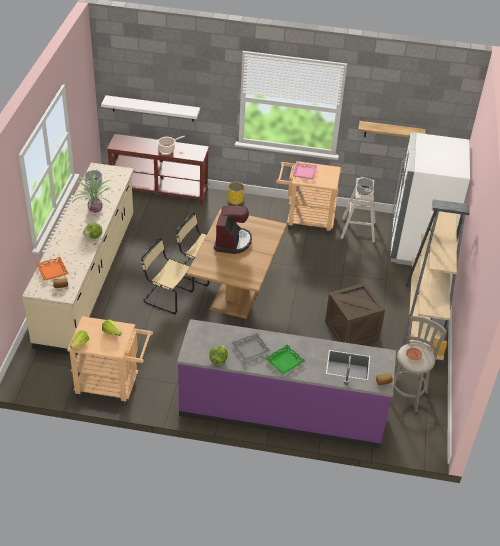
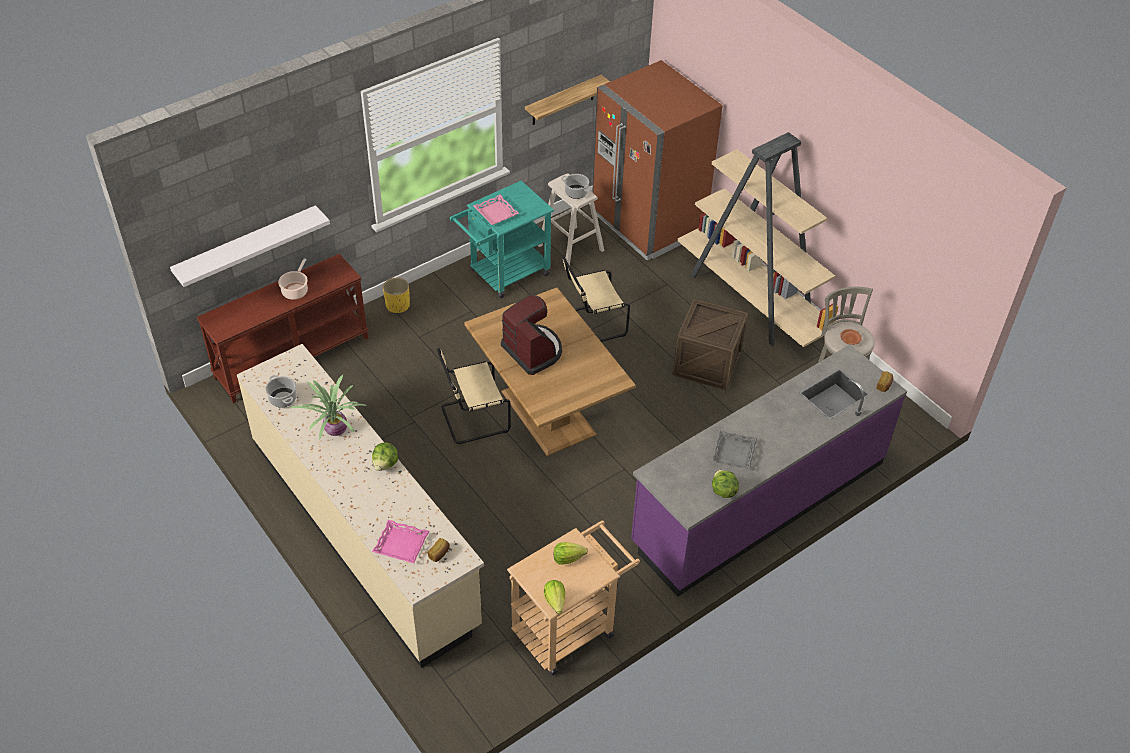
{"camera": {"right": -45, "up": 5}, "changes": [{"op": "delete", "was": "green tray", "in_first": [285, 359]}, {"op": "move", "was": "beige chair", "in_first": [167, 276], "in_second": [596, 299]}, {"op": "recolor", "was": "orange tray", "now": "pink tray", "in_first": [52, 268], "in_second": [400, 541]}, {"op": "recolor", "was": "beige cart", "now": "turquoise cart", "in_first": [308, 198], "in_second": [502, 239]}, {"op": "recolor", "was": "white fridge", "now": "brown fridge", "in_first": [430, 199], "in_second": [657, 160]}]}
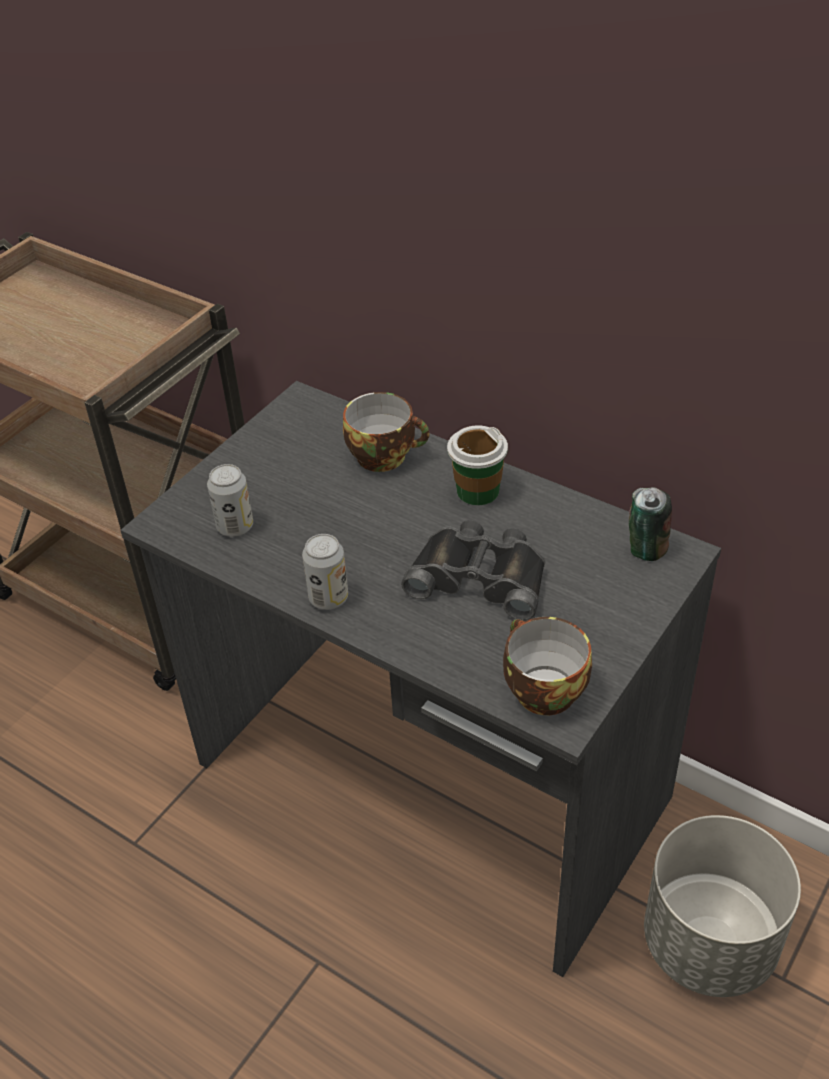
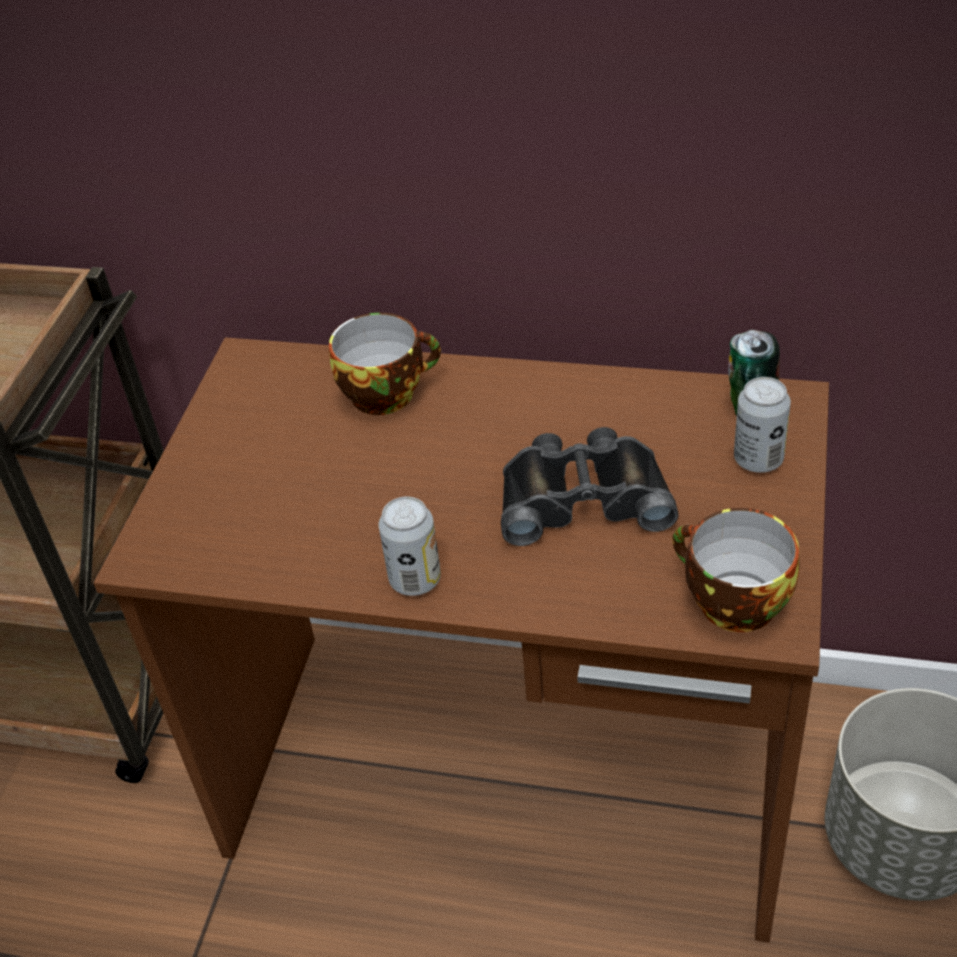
{"camera": {"right": -20, "up": 0}, "changes": [{"op": "delete", "was": "cup", "in_first": [477, 465]}, {"op": "move", "was": "can", "in_first": [230, 500], "in_second": [762, 425]}, {"op": "recolor", "was": "grey desk", "now": "brown desk", "in_first": [420, 679], "in_second": [461, 640]}]}
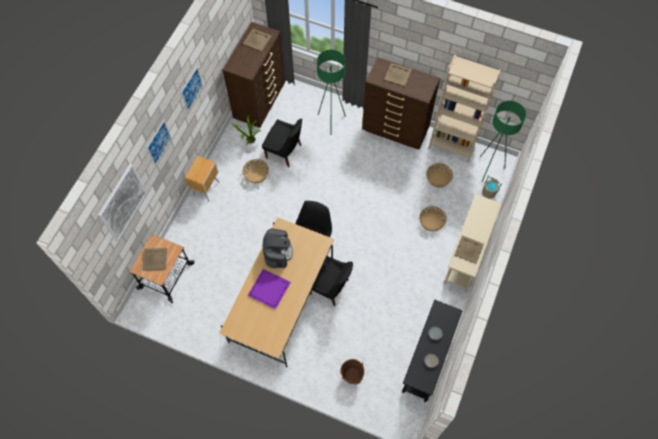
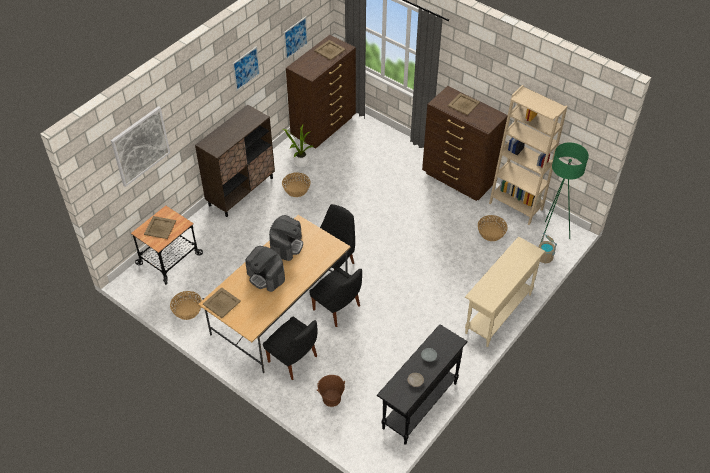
{"camera": {"right": 15, "up": -15}, "changes": [{"op": "delete", "was": "green floor lamp", "in_first": [331, 83]}, {"op": "move", "was": "picture", "in_first": [159, 143], "in_second": [296, 38]}, {"op": "move", "was": "black chair", "in_first": [282, 143], "in_second": [290, 348]}, {"op": "move", "was": "basket", "in_first": [433, 219], "in_second": [186, 305]}, {"op": "move", "was": "beige tray", "in_first": [469, 249], "in_second": [222, 302]}, {"op": "replace", "was": "brown nightstand", "now": "brown cabinet", "in_first": [202, 179], "in_second": [235, 161]}, {"op": "replace", "was": "purple tray", "now": "coffee machine", "in_first": [269, 289], "in_second": [265, 269]}]}
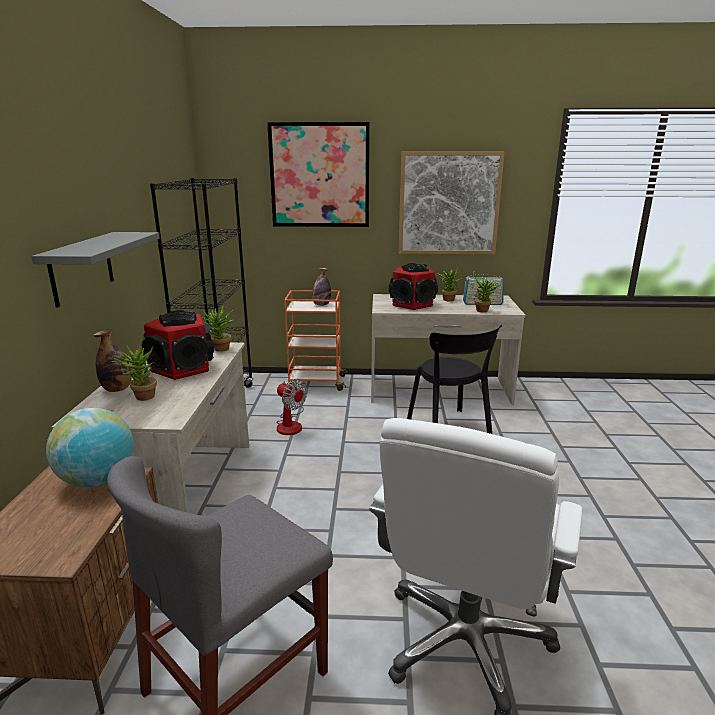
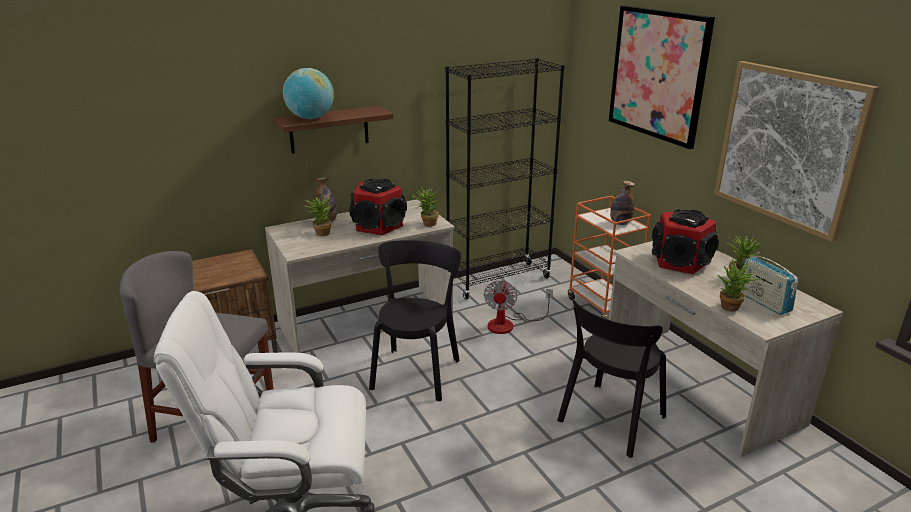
{"camera": {"right": 60, "up": 5}, "changes": [{"op": "insert", "now": "black chair", "in_second": [415, 320]}, {"op": "move", "was": "globe", "in_first": [90, 447], "in_second": [308, 93]}, {"op": "recolor", "was": "grey shelf", "now": "brown shelf", "in_first": [95, 270], "in_second": [333, 130]}]}
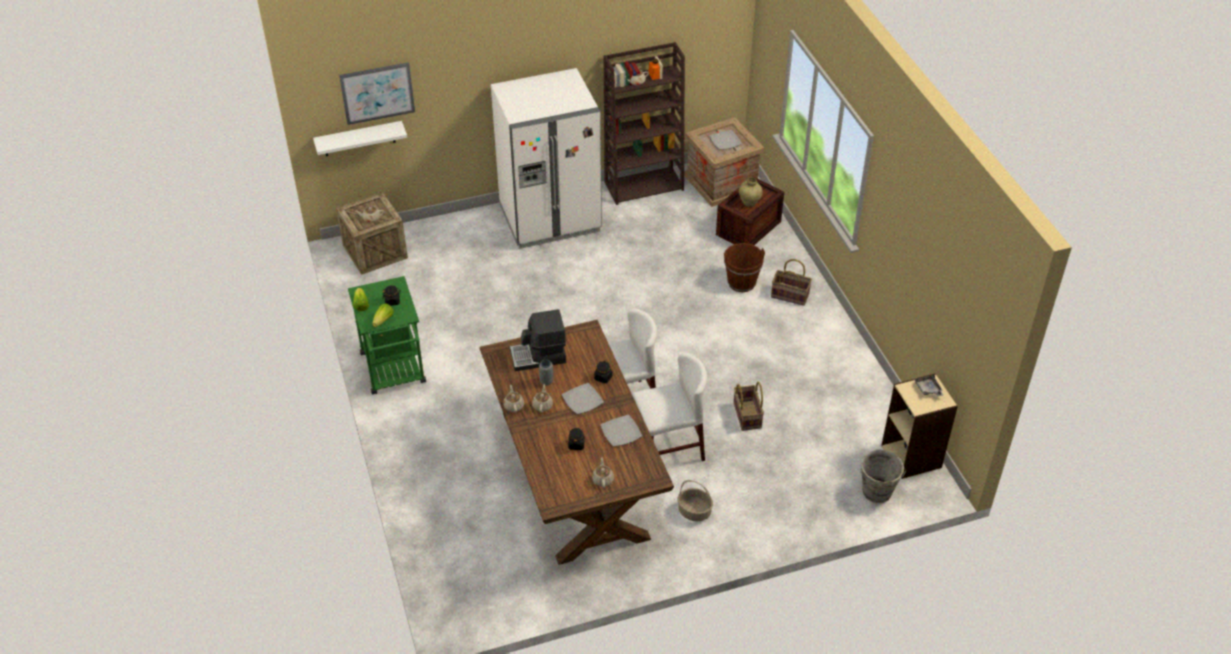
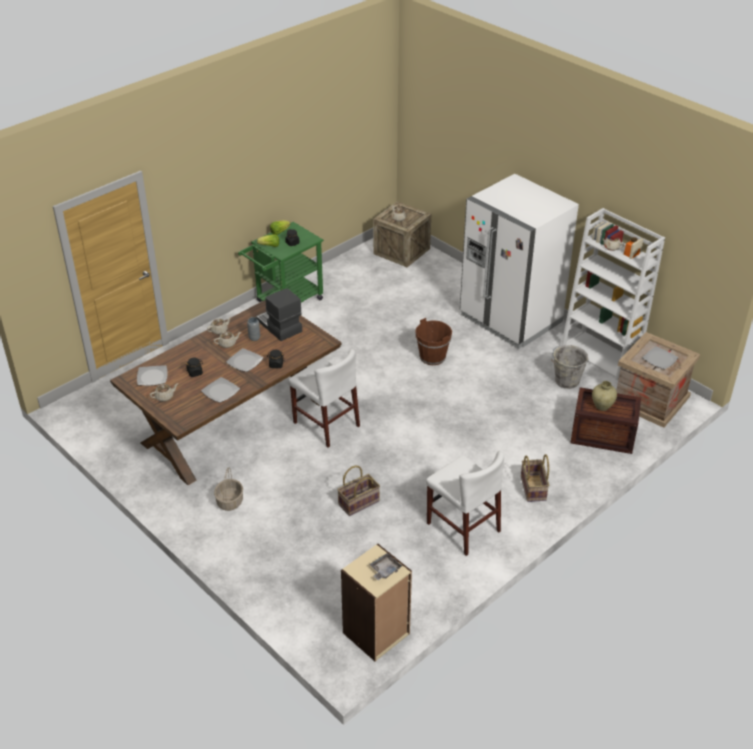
{"camera": {"right": 65, "up": -5}, "changes": [{"op": "delete", "was": "white shelf", "in_first": [360, 138]}, {"op": "delete", "was": "picture", "in_first": [377, 93]}, {"op": "insert", "now": "plate", "in_second": [152, 375]}, {"op": "move", "was": "white chair", "in_first": [669, 407], "in_second": [465, 503]}, {"op": "move", "was": "brown bucket", "in_first": [744, 267], "in_second": [433, 341]}, {"op": "move", "was": "grey bucket", "in_first": [883, 476], "in_second": [569, 367]}, {"op": "recolor", "was": "brown bookcase", "now": "white bookcase", "in_first": [644, 123], "in_second": [613, 294]}]}
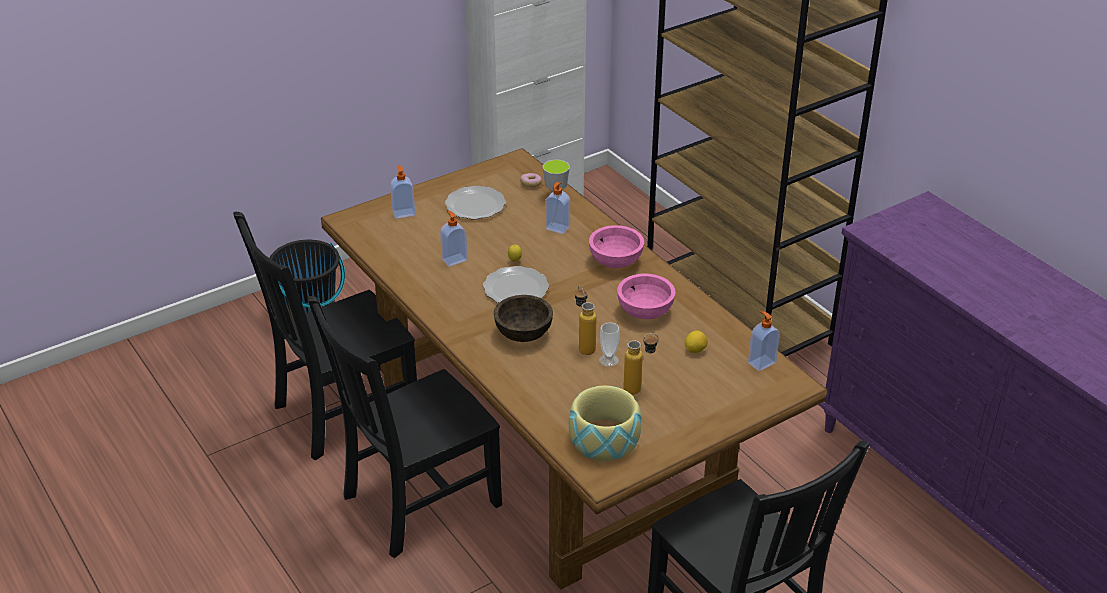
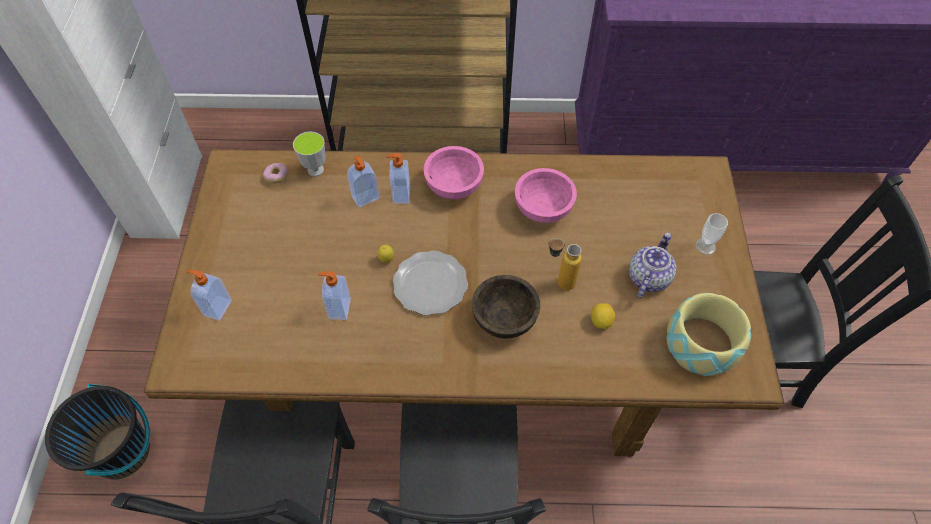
{"camera": {"right": -55, "up": 20}, "changes": [{"op": "delete", "was": "plate", "in_first": [475, 202]}, {"op": "move", "was": "cup", "in_first": [609, 344], "in_second": [711, 234]}, {"op": "move", "was": "lemon", "in_first": [696, 342], "in_second": [603, 316]}, {"op": "move", "was": "soap dispenser", "in_first": [764, 341], "in_second": [398, 178]}, {"op": "replace", "was": "bottle", "now": "teapot", "in_first": [641, 363], "in_second": [652, 265]}]}
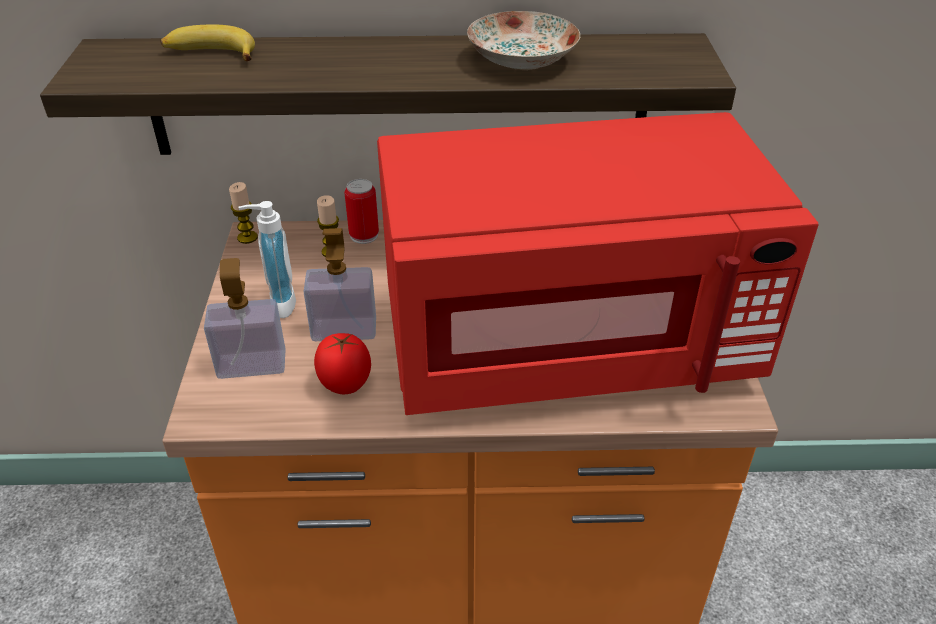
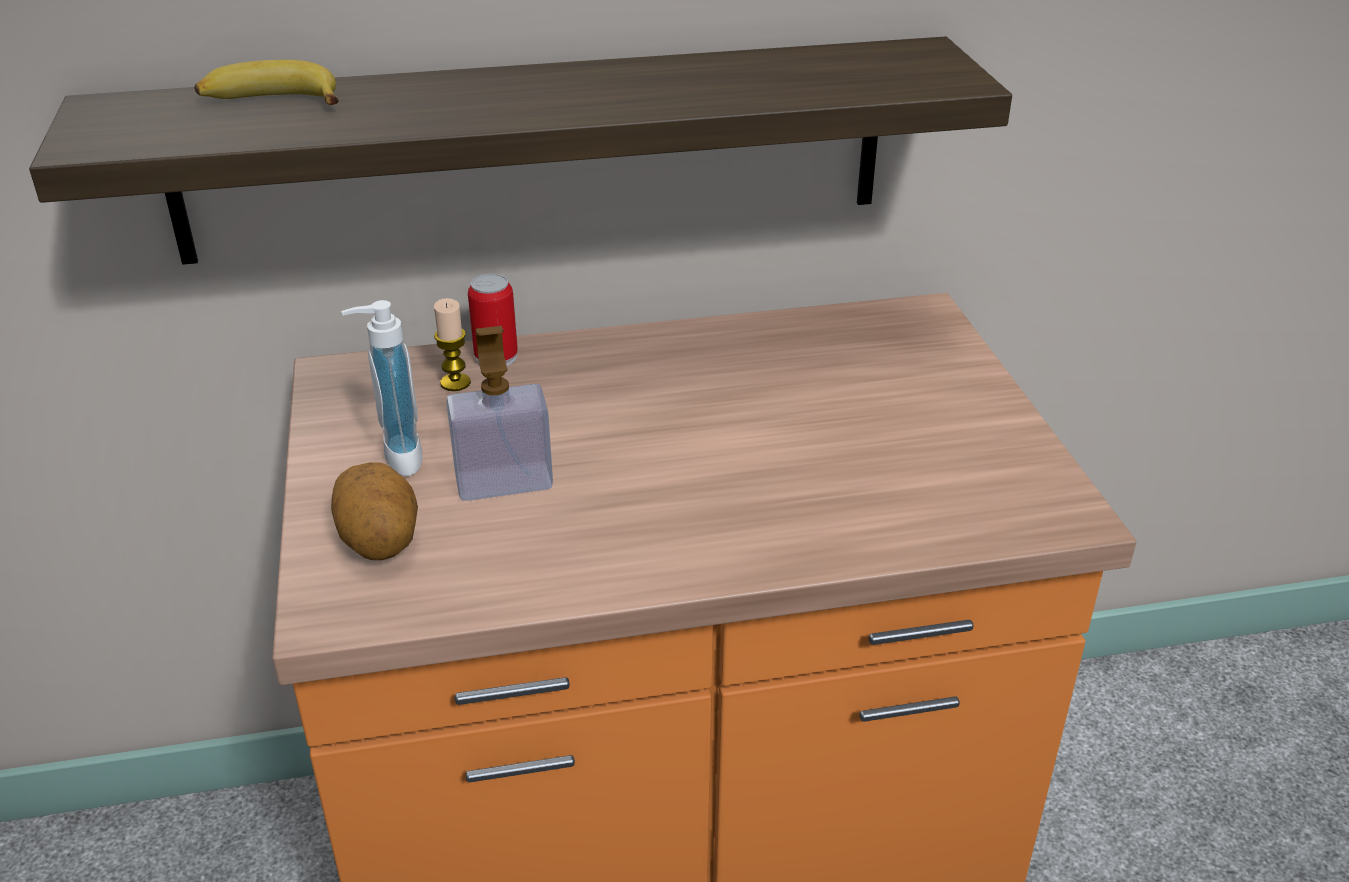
{"camera": {"right": -10, "up": -5}, "changes": [{"op": "delete", "was": "candle", "in_first": [243, 213]}, {"op": "delete", "was": "tomato", "in_first": [342, 363]}, {"op": "delete", "was": "red microwave", "in_first": [598, 263]}, {"op": "delete", "was": "plate", "in_first": [523, 40]}, {"op": "replace", "was": "soap dispenser", "now": "potato", "in_first": [245, 318], "in_second": [374, 511]}]}
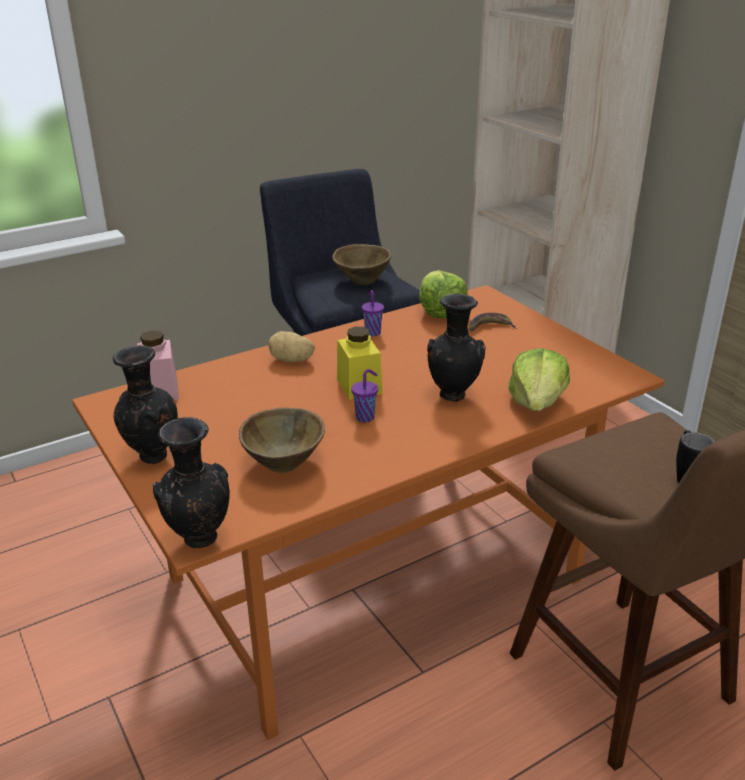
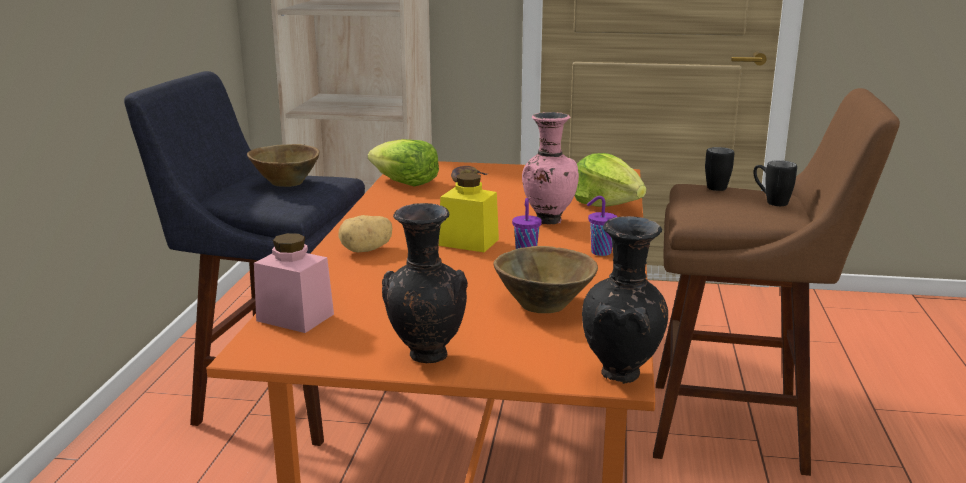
{"camera": {"right": -50, "up": -10}, "changes": [{"op": "insert", "now": "black mug", "in_second": [719, 169]}, {"op": "move", "was": "purple cup", "in_first": [373, 313], "in_second": [602, 226]}, {"op": "recolor", "was": "black vase", "now": "pink vase", "in_first": [456, 348], "in_second": [550, 168]}]}
